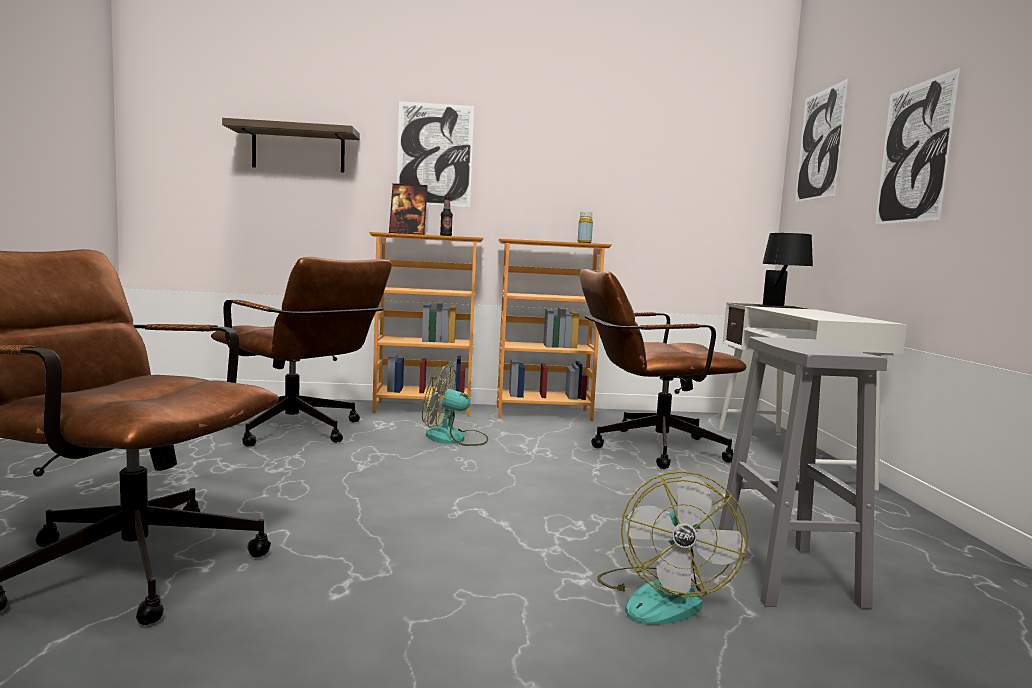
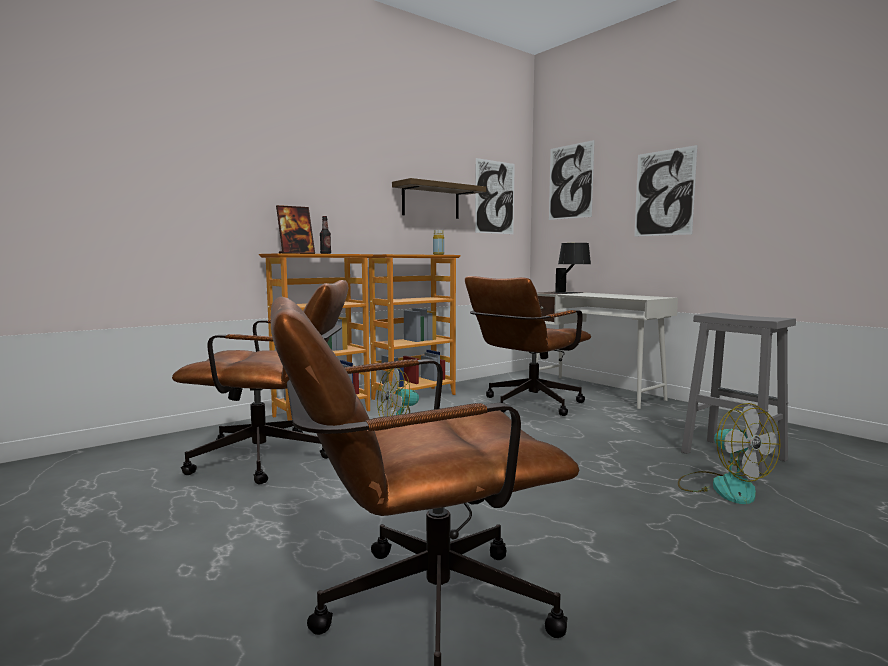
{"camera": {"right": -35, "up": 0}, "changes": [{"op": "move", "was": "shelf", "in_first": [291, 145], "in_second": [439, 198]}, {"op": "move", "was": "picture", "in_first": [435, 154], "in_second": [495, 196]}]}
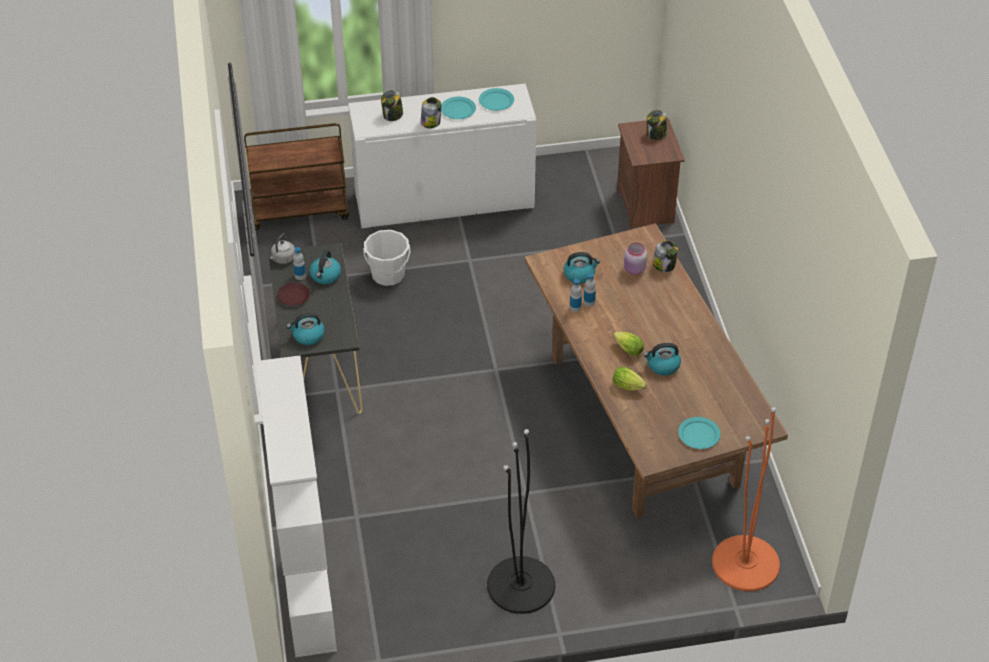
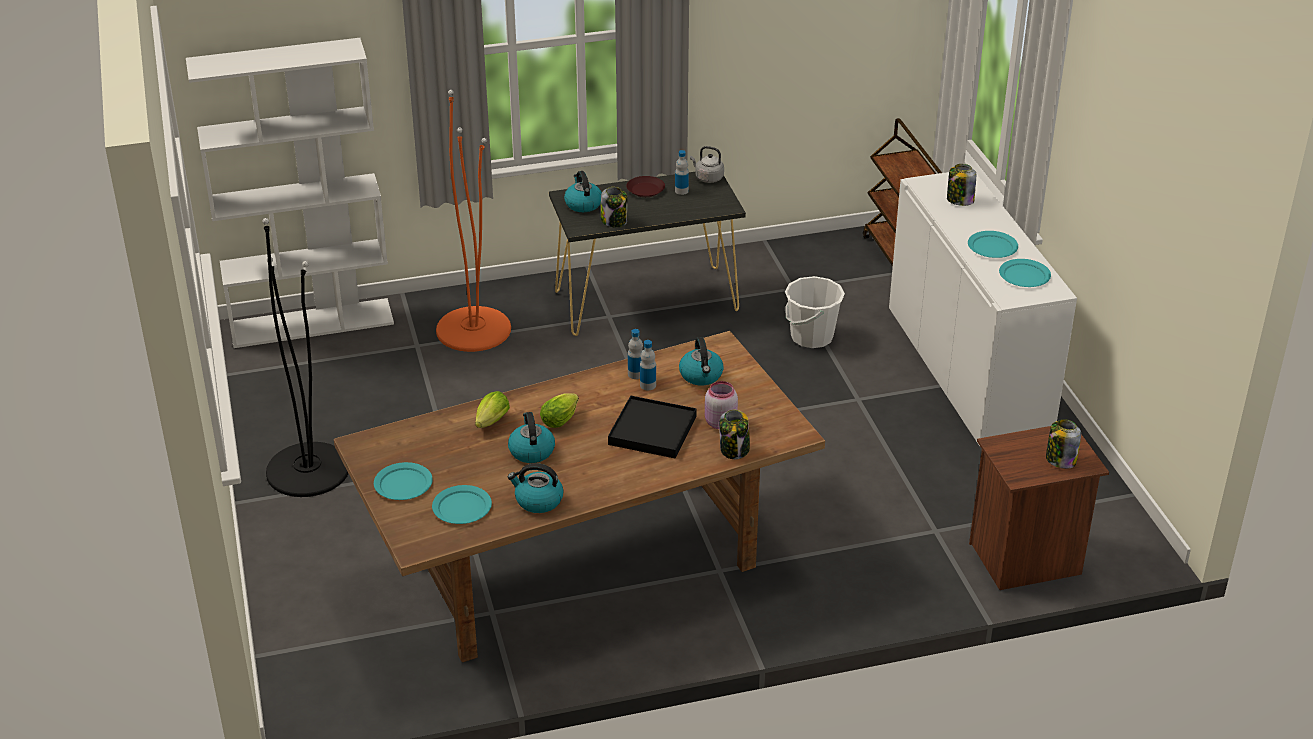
{"camera": {"right": 85, "up": -10}, "changes": [{"op": "insert", "now": "turquoise plate", "in_second": [462, 504]}, {"op": "insert", "now": "black tray", "in_second": [652, 427]}, {"op": "move", "was": "kettle", "in_first": [325, 267], "in_second": [536, 488]}, {"op": "move", "was": "jar", "in_first": [431, 112], "in_second": [614, 207]}, {"op": "move", "was": "orange floor lamp", "in_first": [746, 499], "in_second": [473, 221]}]}
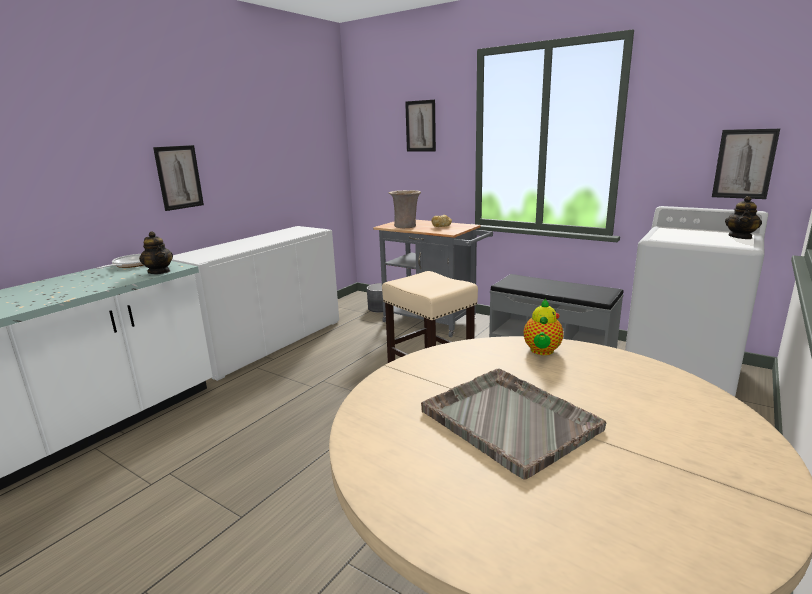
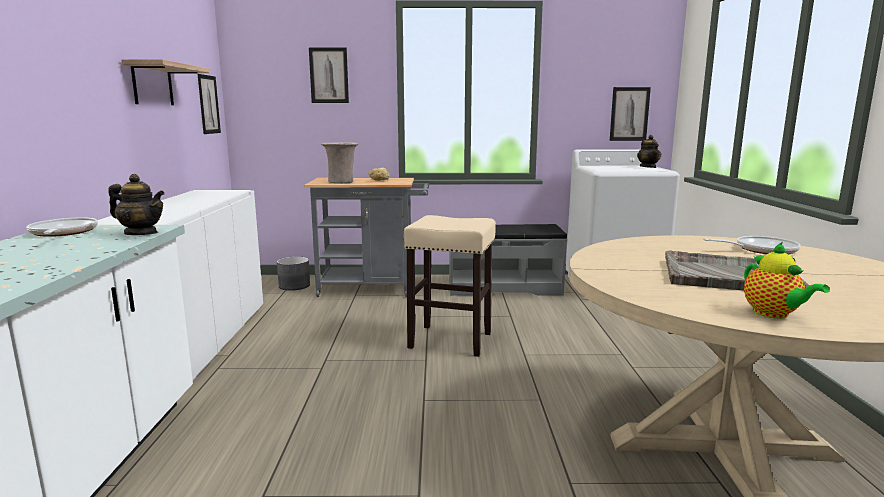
{"camera": {"right": -35, "up": -5}, "changes": [{"op": "insert", "now": "shelf", "in_second": [165, 82]}, {"op": "insert", "now": "frying pan", "in_second": [752, 245]}, {"op": "move", "was": "picture", "in_first": [178, 178], "in_second": [209, 104]}, {"op": "move", "was": "teapot", "in_first": [543, 327], "in_second": [787, 280]}]}
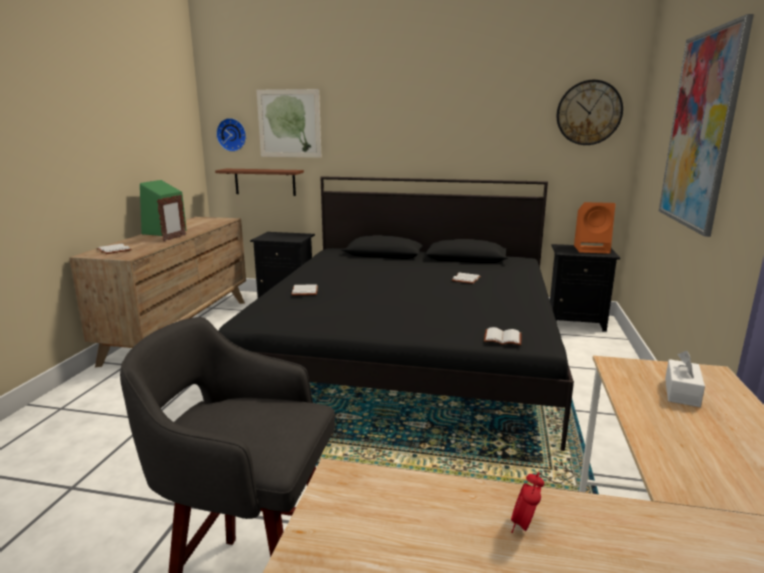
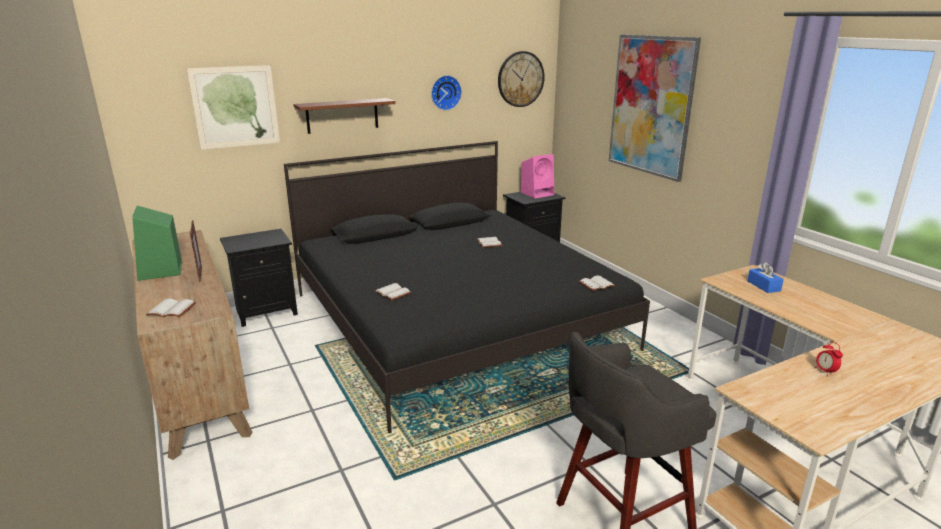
{"camera": {"right": -40, "up": 5}, "changes": [{"op": "move", "was": "brown shelf", "in_first": [259, 182], "in_second": [344, 116]}, {"op": "move", "was": "wall clock", "in_first": [231, 135], "in_second": [446, 92]}, {"op": "recolor", "was": "orange speaker", "now": "pink speaker", "in_first": [594, 228], "in_second": [537, 176]}, {"op": "recolor", "was": "white tissue box", "now": "blue tissue box", "in_first": [685, 379], "in_second": [765, 277]}]}
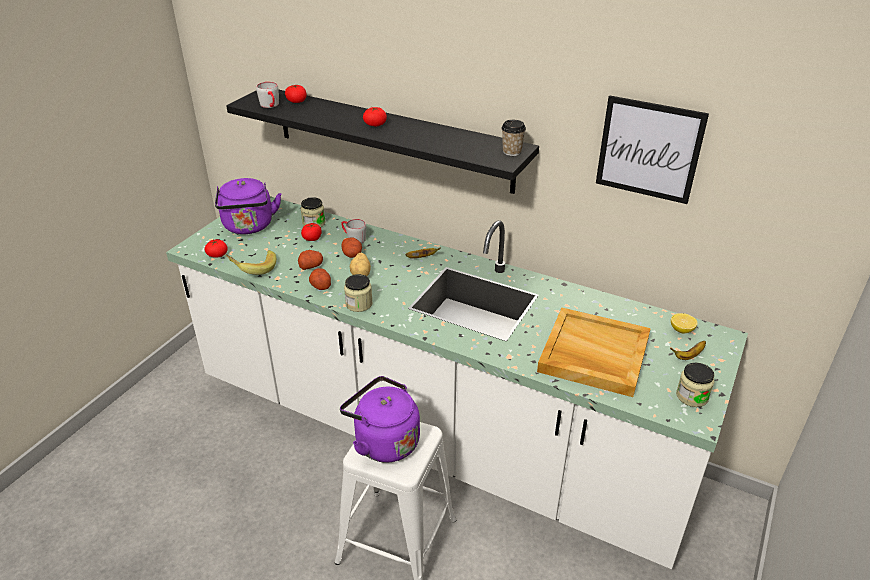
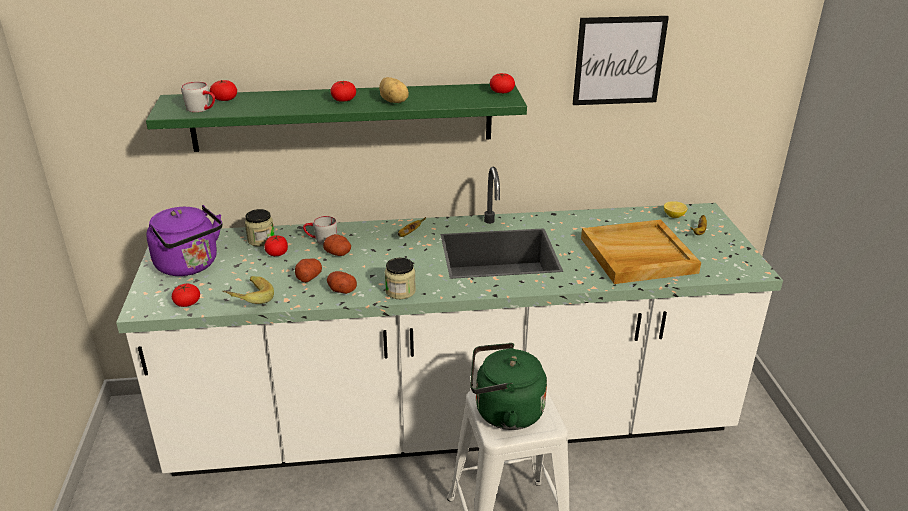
{"camera": {"right": -35, "up": -5}, "changes": [{"op": "delete", "was": "jar", "in_first": [695, 385]}, {"op": "move", "was": "potato", "in_first": [360, 264], "in_second": [394, 90]}, {"op": "replace", "was": "cup", "now": "tomato", "in_first": [513, 138], "in_second": [502, 83]}, {"op": "recolor", "was": "black shelf", "now": "green shelf", "in_first": [382, 142], "in_second": [336, 118]}, {"op": "recolor", "was": "purple kettle", "now": "green kettle", "in_first": [380, 419], "in_second": [508, 386]}]}
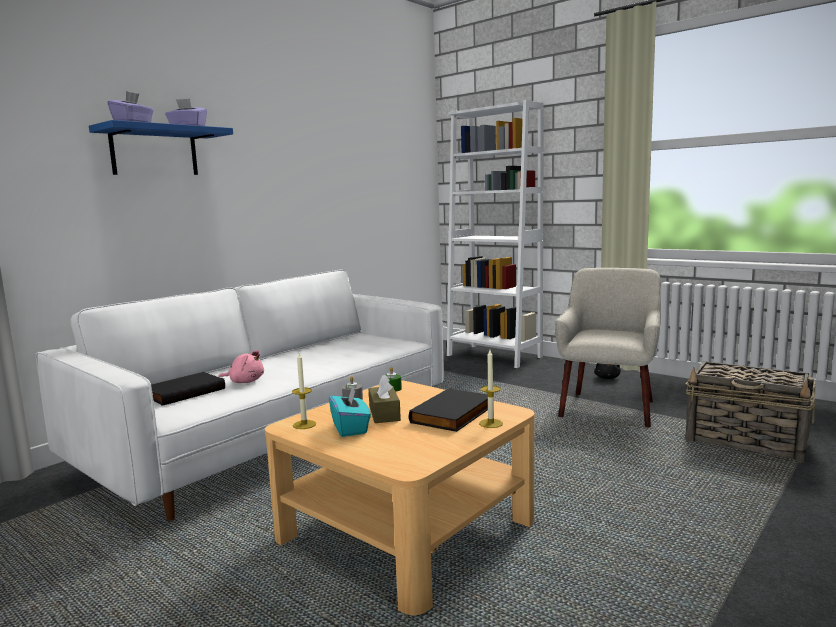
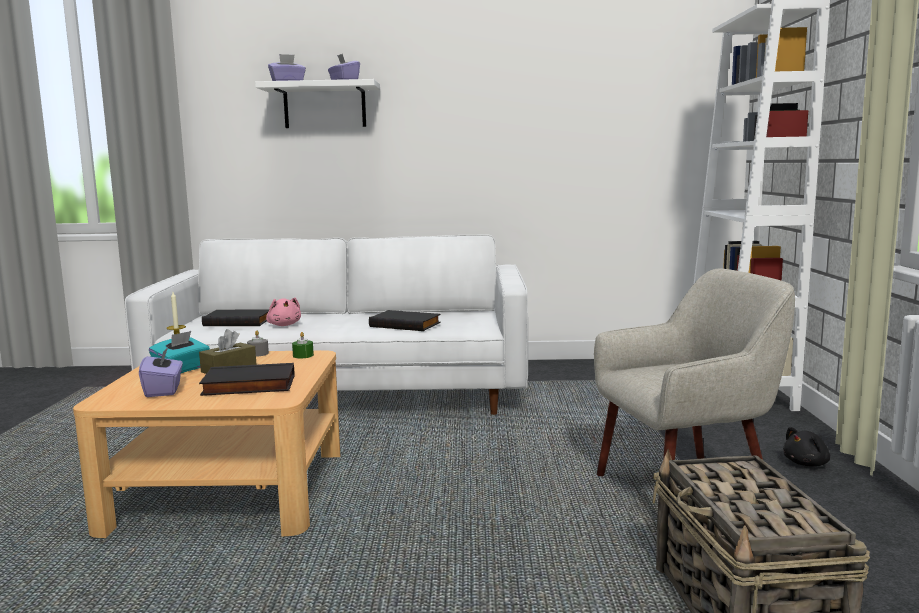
{"camera": {"right": 50, "up": 0}, "changes": [{"op": "delete", "was": "candle", "in_first": [491, 389]}, {"op": "insert", "now": "purple tissue box", "in_second": [161, 372]}, {"op": "insert", "now": "black book", "in_second": [405, 320]}, {"op": "recolor", "was": "blue shelf", "now": "white shelf", "in_first": [161, 147], "in_second": [317, 103]}]}
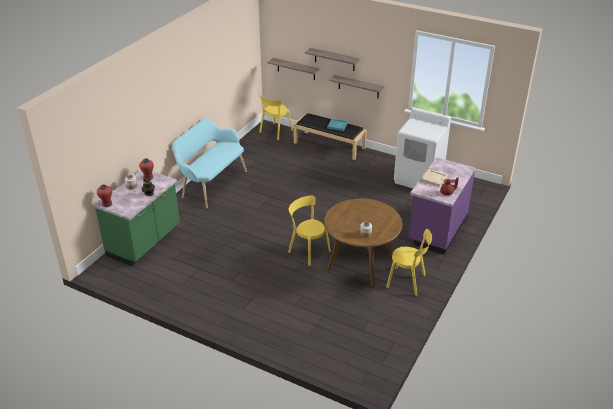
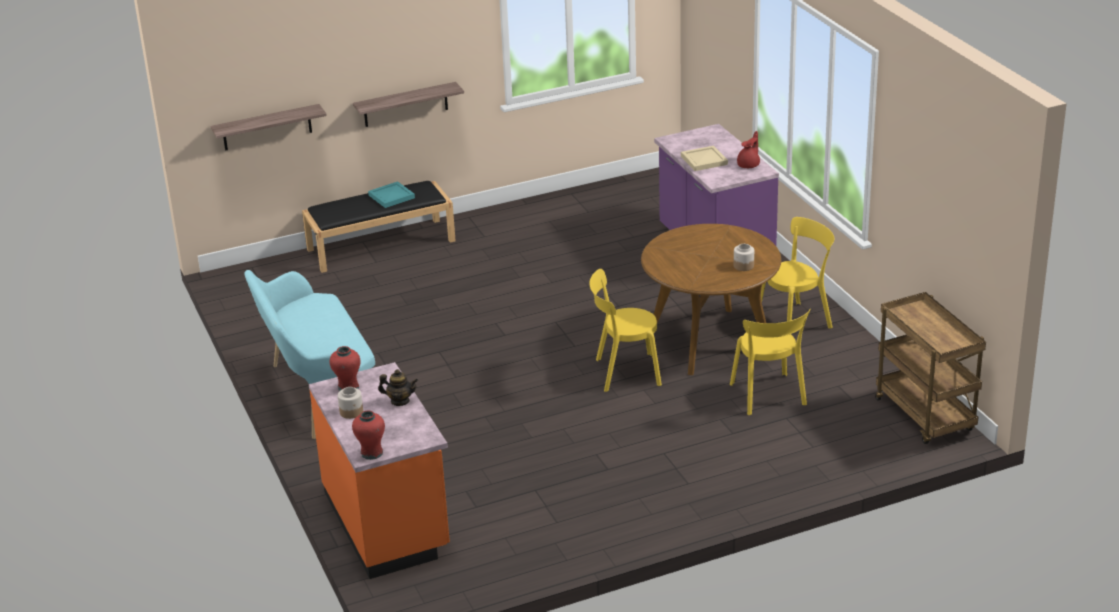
{"camera": {"right": -50, "up": -5}, "changes": [{"op": "delete", "was": "shelf", "in_first": [332, 59]}, {"op": "delete", "was": "white washing machine", "in_first": [422, 148]}, {"op": "insert", "now": "brown cart", "in_second": [930, 368]}, {"op": "move", "was": "yellow chair", "in_first": [275, 116], "in_second": [770, 362]}, {"op": "recolor", "was": "green counter", "now": "orange counter", "in_first": [137, 218], "in_second": [379, 470]}]}
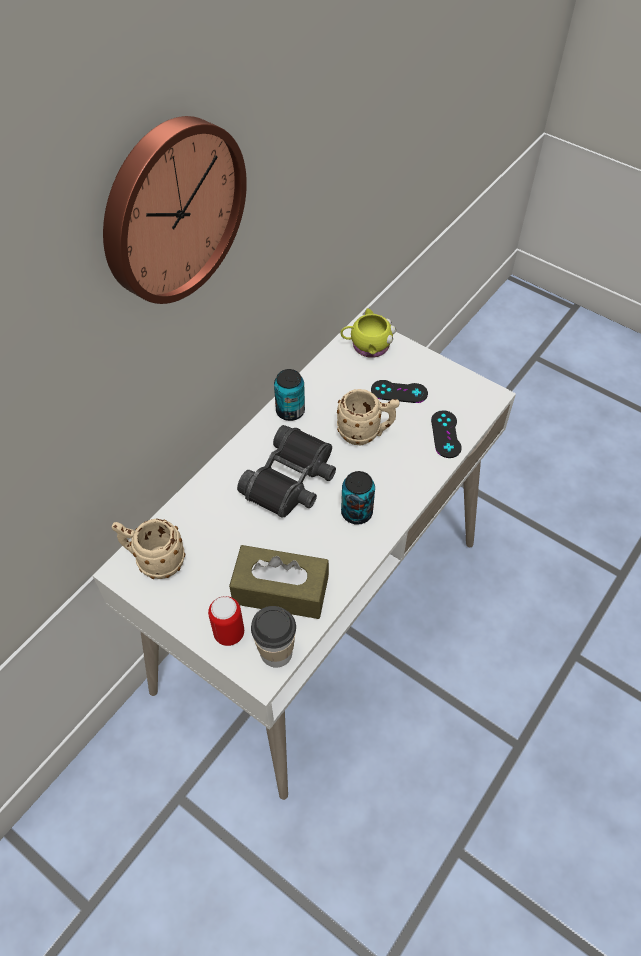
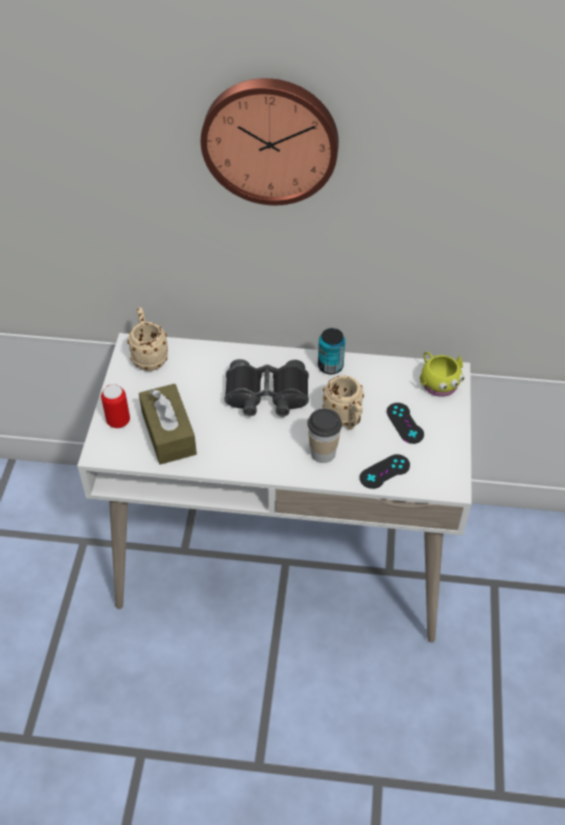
{"camera": {"right": 60, "up": -5}, "changes": [{"op": "delete", "was": "can", "in_first": [358, 498]}, {"op": "move", "was": "cup", "in_first": [273, 637], "in_second": [324, 435]}]}
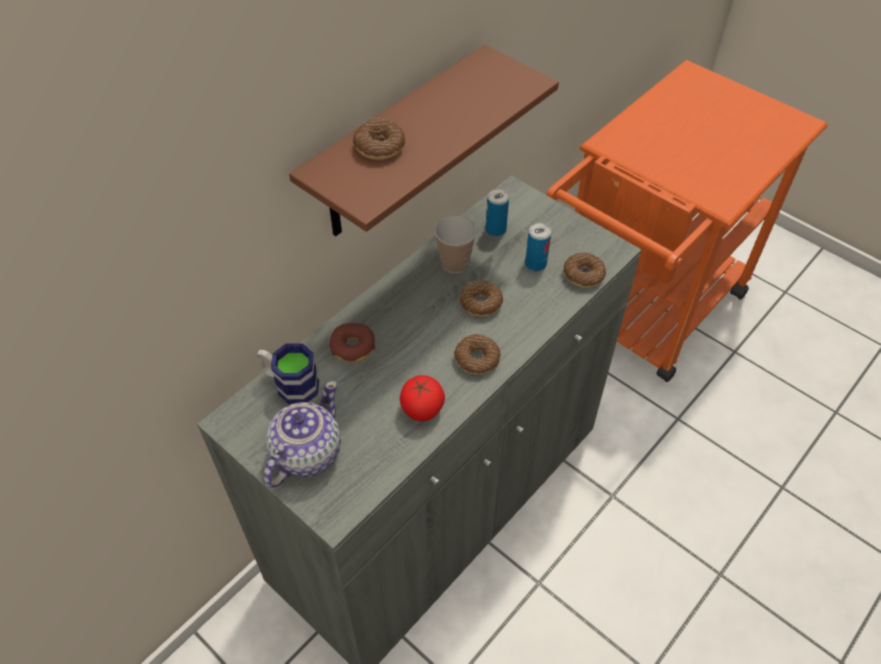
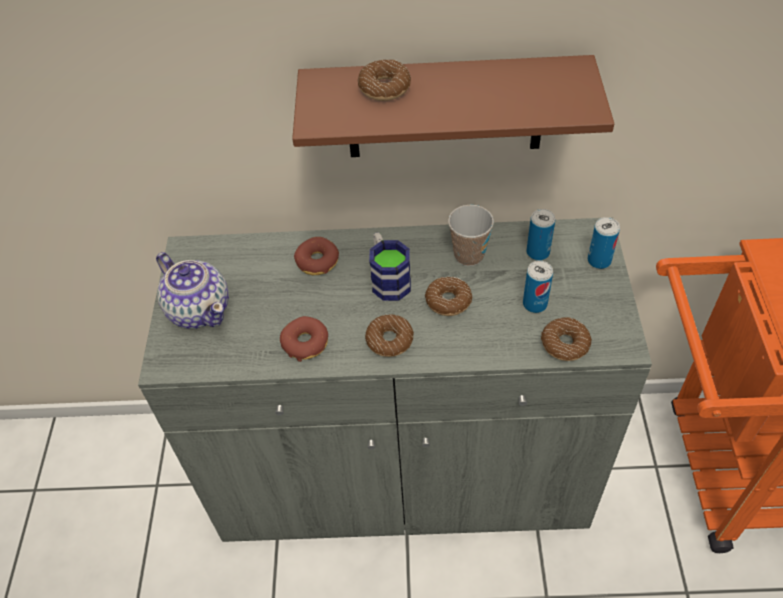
{"camera": {"right": 50, "up": 0}, "changes": [{"op": "insert", "now": "can", "in_second": [604, 243]}, {"op": "move", "was": "mug", "in_first": [287, 373], "in_second": [390, 266]}, {"op": "replace", "was": "tomato", "now": "donut", "in_first": [422, 398], "in_second": [304, 339]}, {"op": "rotate", "was": "teapot", "in_first": [302, 434], "in_second": [192, 290], "clockwise": 60}]}
